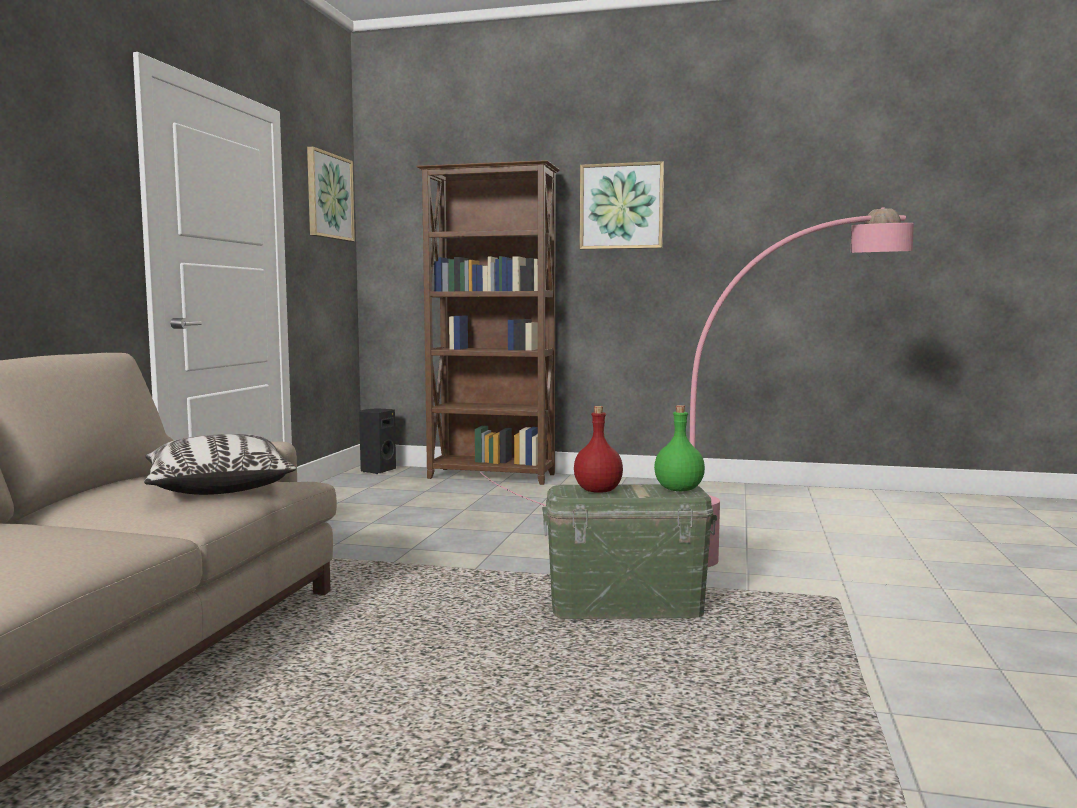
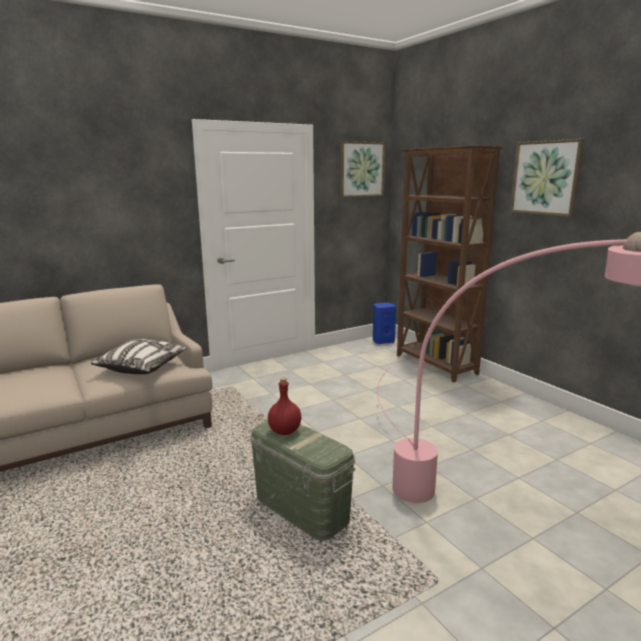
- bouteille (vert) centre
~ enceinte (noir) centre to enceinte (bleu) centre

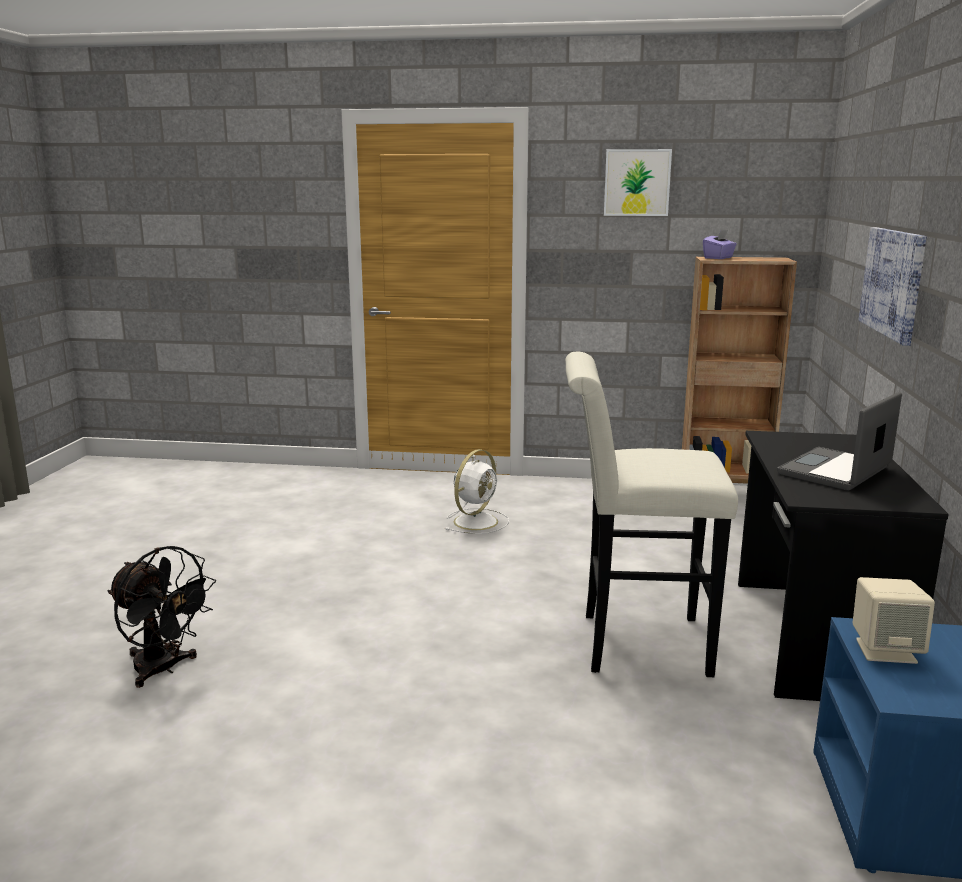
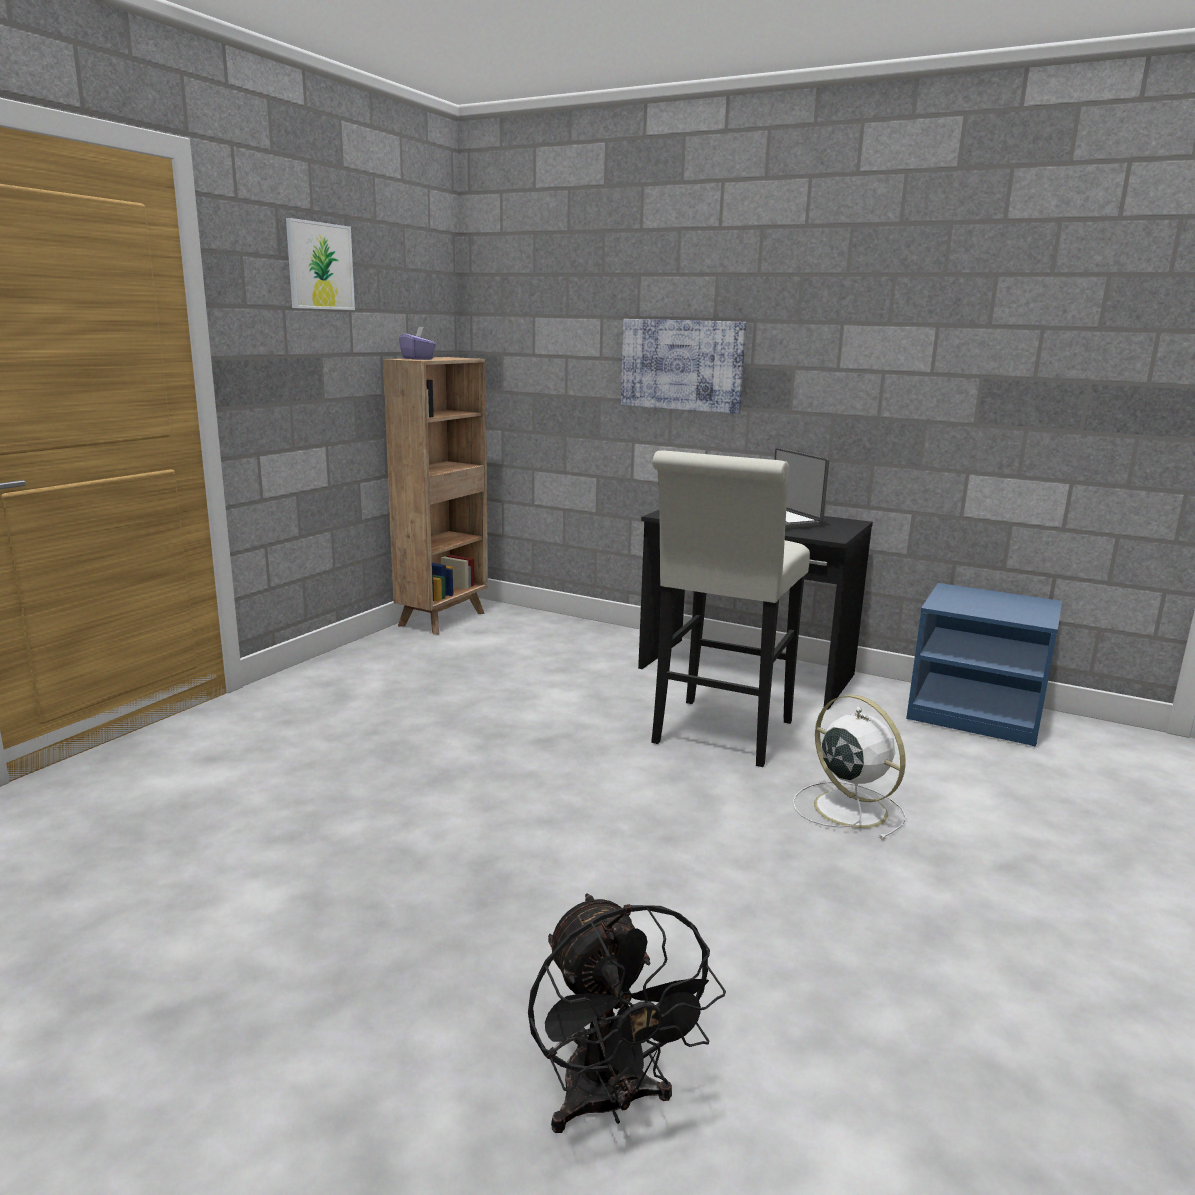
- enceinte (beige) bottom right
~ ventilateur (blanc) centre to middle right
~ ventilateur (noir) bottom left = bottom centre 105 degrees clockwise

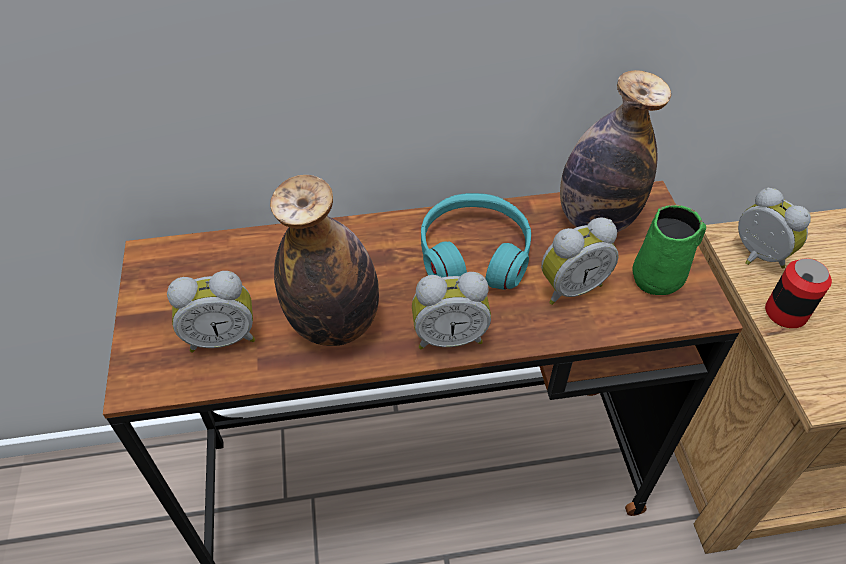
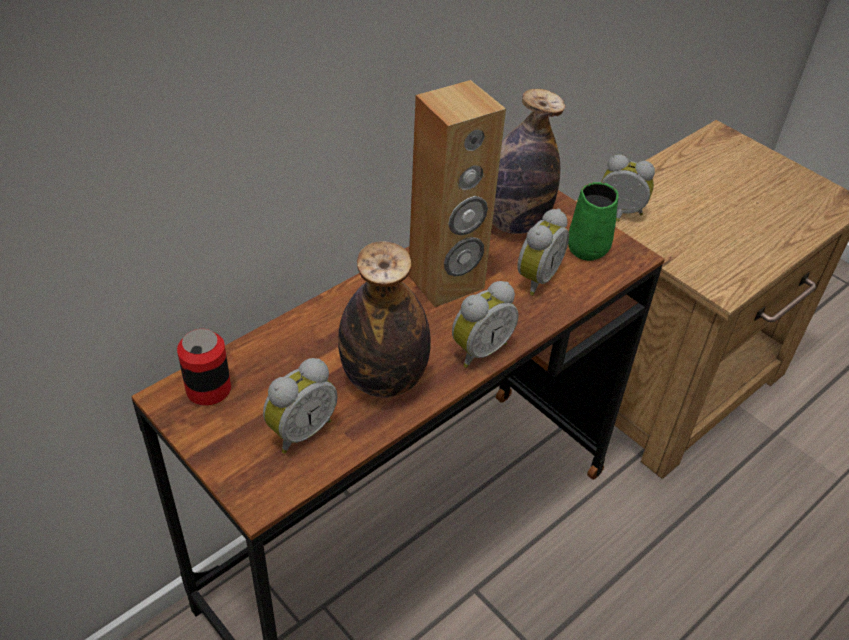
~ boîte métallique middle right to middle left
~ casque audio (turquoise) centre to enceinte (marron) top centre

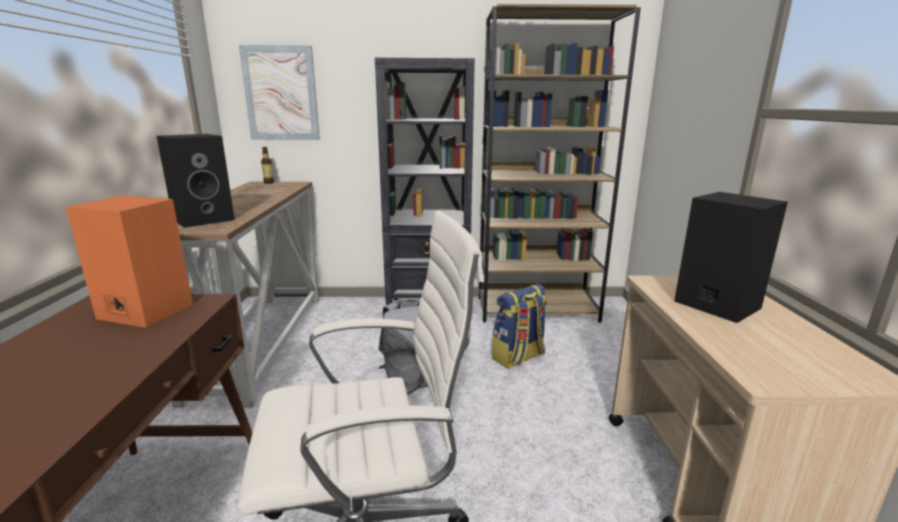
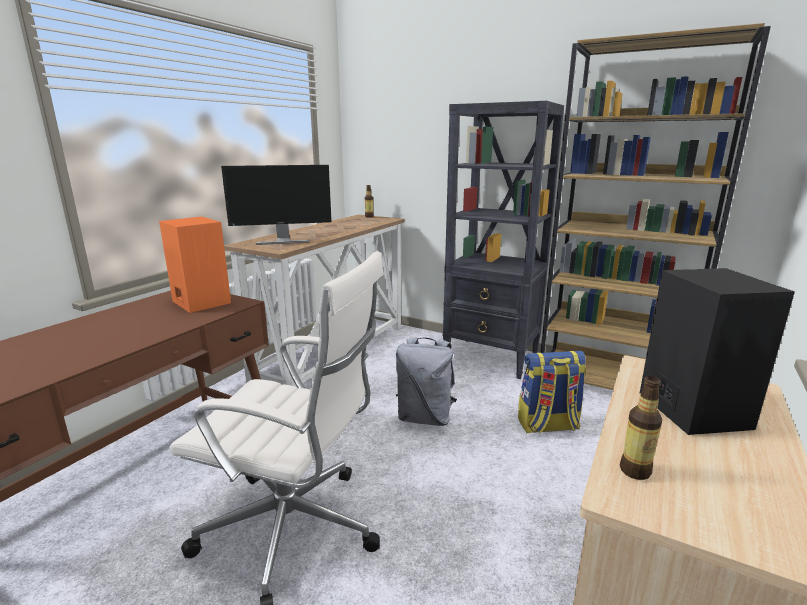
- tableau top left
+ bouteille (no. 2 from left) bottom right
~ enceinte (noir) (no. 1 from left) middle left to écran d'ordinateur centre

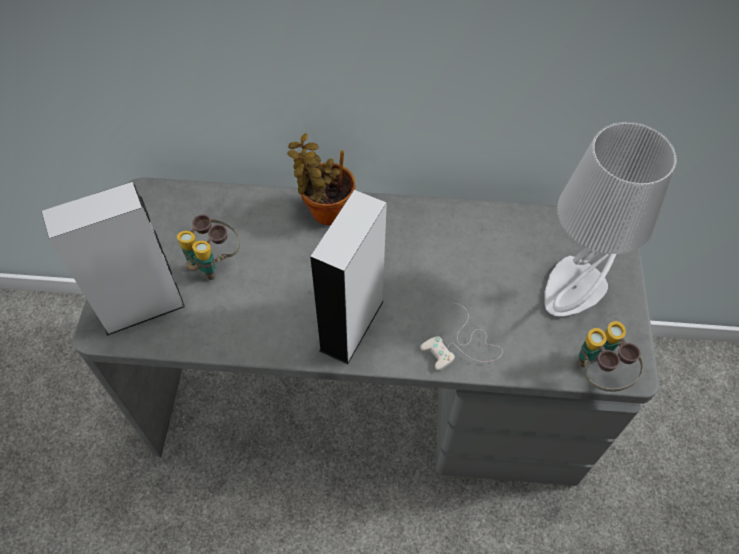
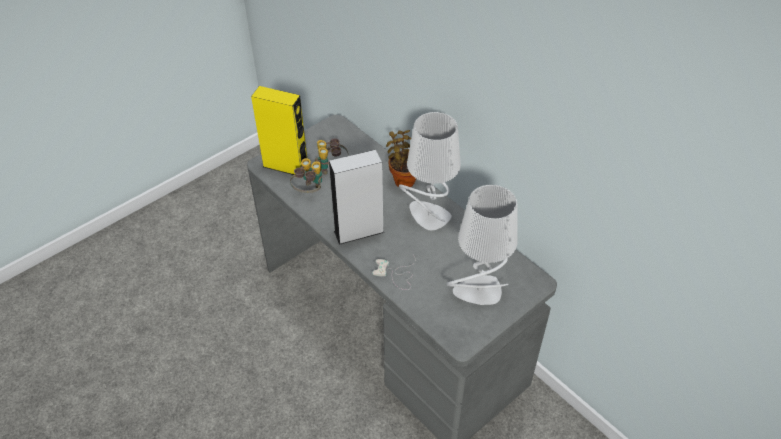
+ lampe de table (gris) (no. 1 from left) centre
~ jumelles (no. 2 from left in the first image) middle right to jumelles (no. 1 from left) centre
~ enceinte (gris) (no. 1 from left) middle left to enceinte (jaune) top centre

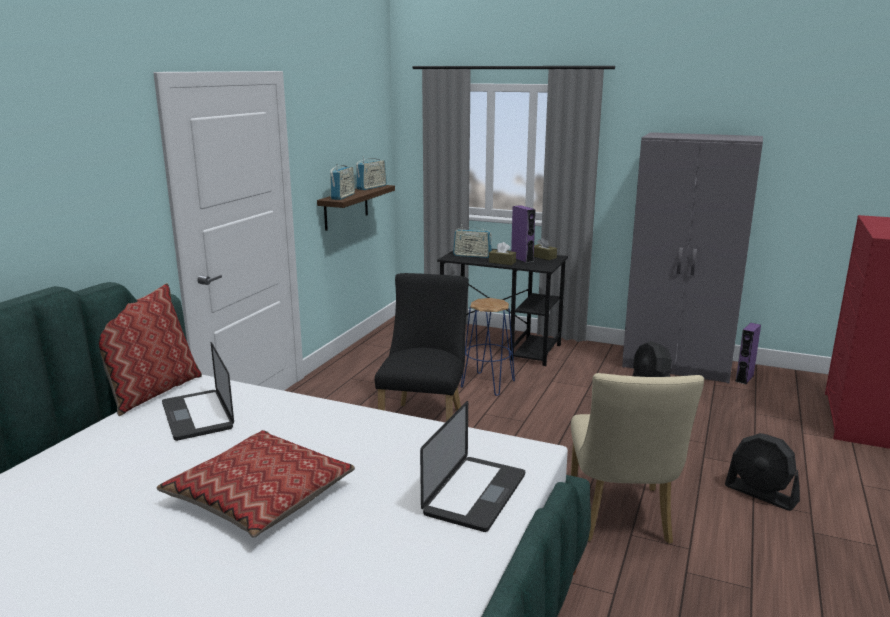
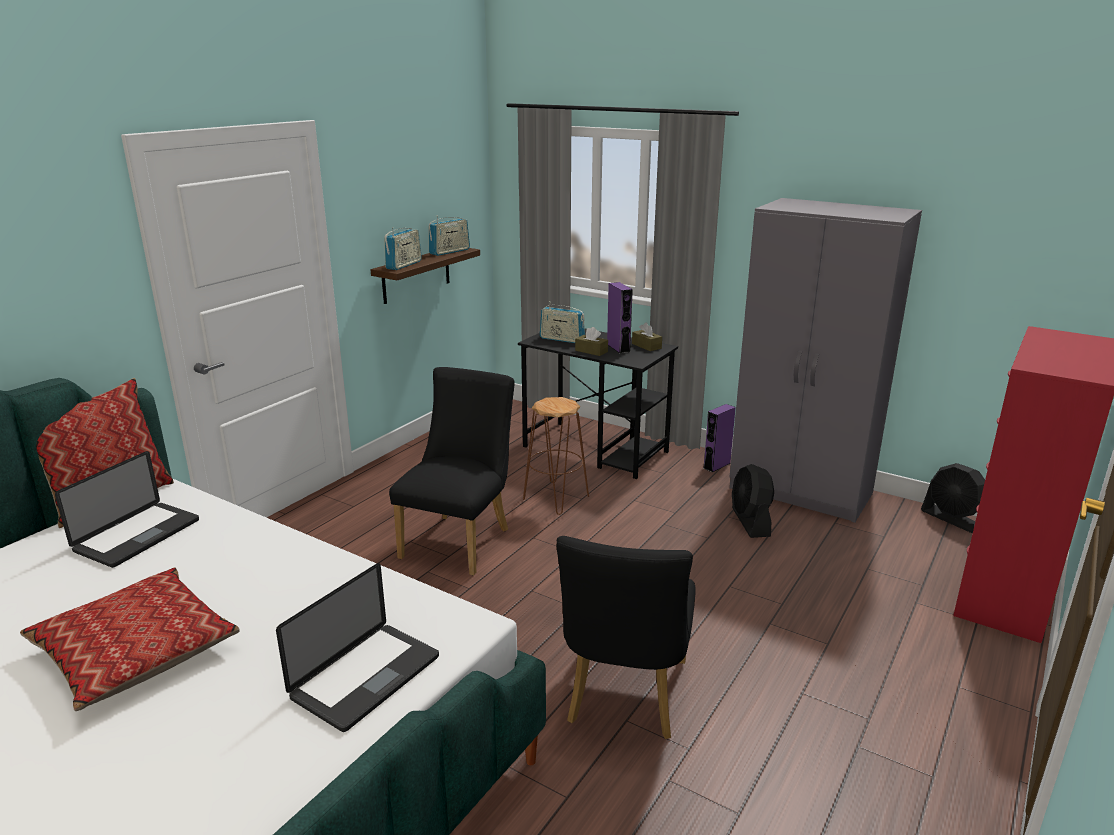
~ ventilateur (noir) (no. 2 from left) bottom right to middle right
~ enceinte (violet) (no. 2 from left) middle right to centre
~ tabouret (bleu) centre to tabouret (marron) centre
~ chaise (beige) bottom right to chaise (noir) (no. 2 from left) bottom centre
~ ordinateur portable (no. 1 from left) middle left = middle left 135 degrees counterclockwise

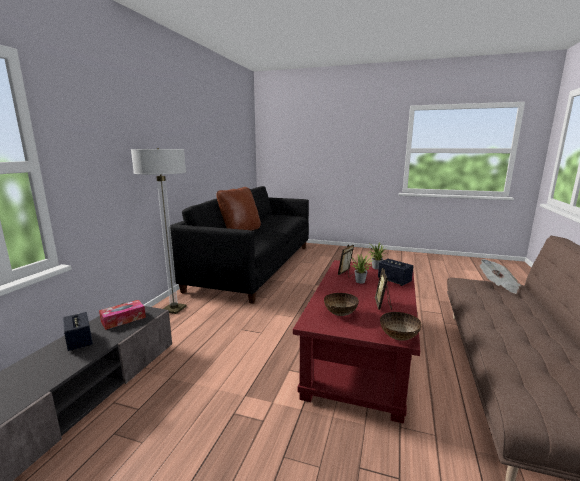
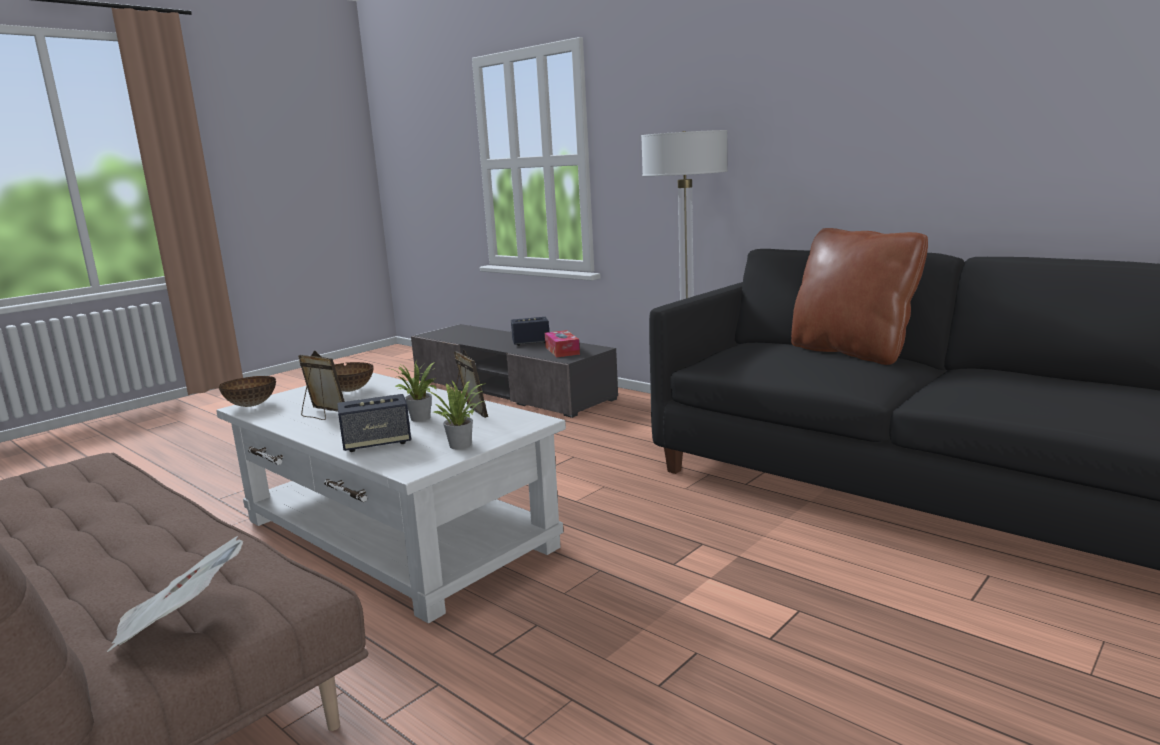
~ table basse (rouge) bottom centre to table basse (blanc) bottom centre

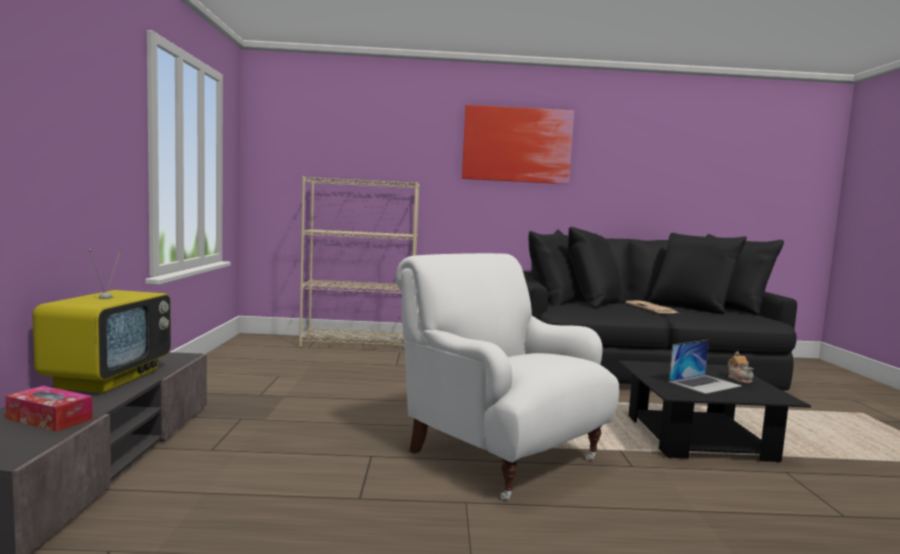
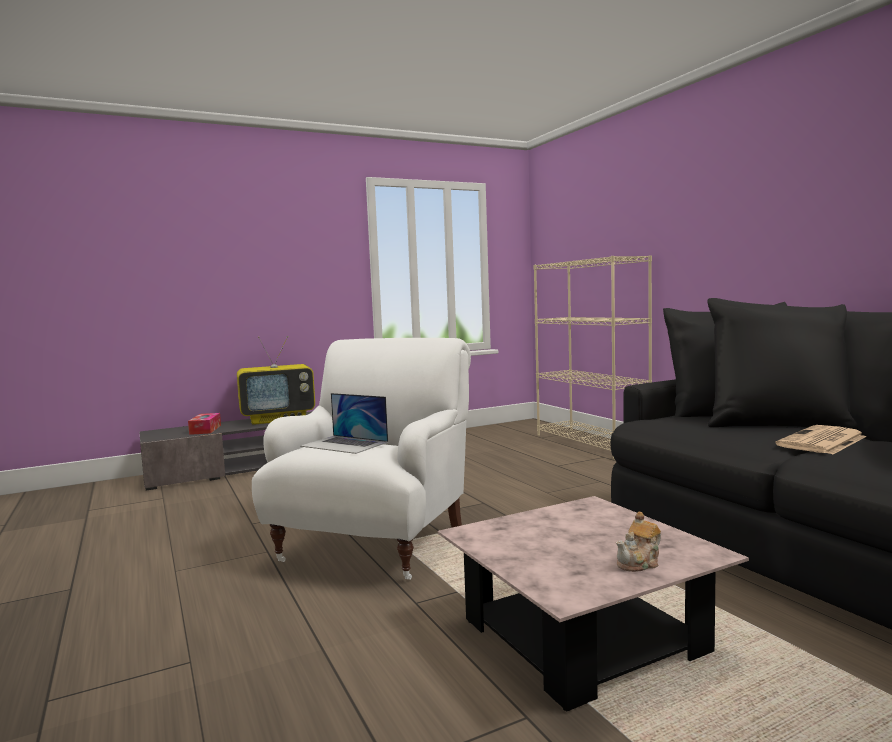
- tableau top centre
~ ordinateur portable middle right to centre
~ table basse (noir) bottom right to table basse (rose) bottom centre

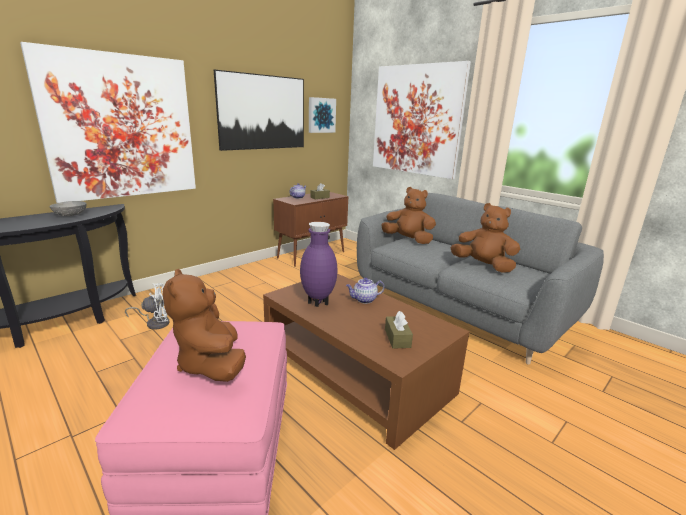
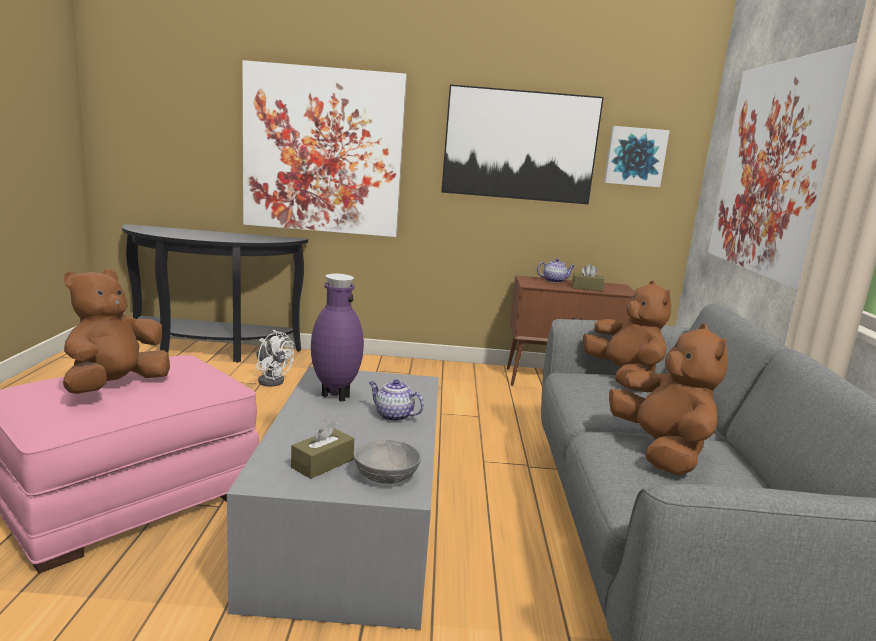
~ bol (gris) middle left to bottom centre
~ table basse (marron) bottom centre to table basse (gris) bottom centre

